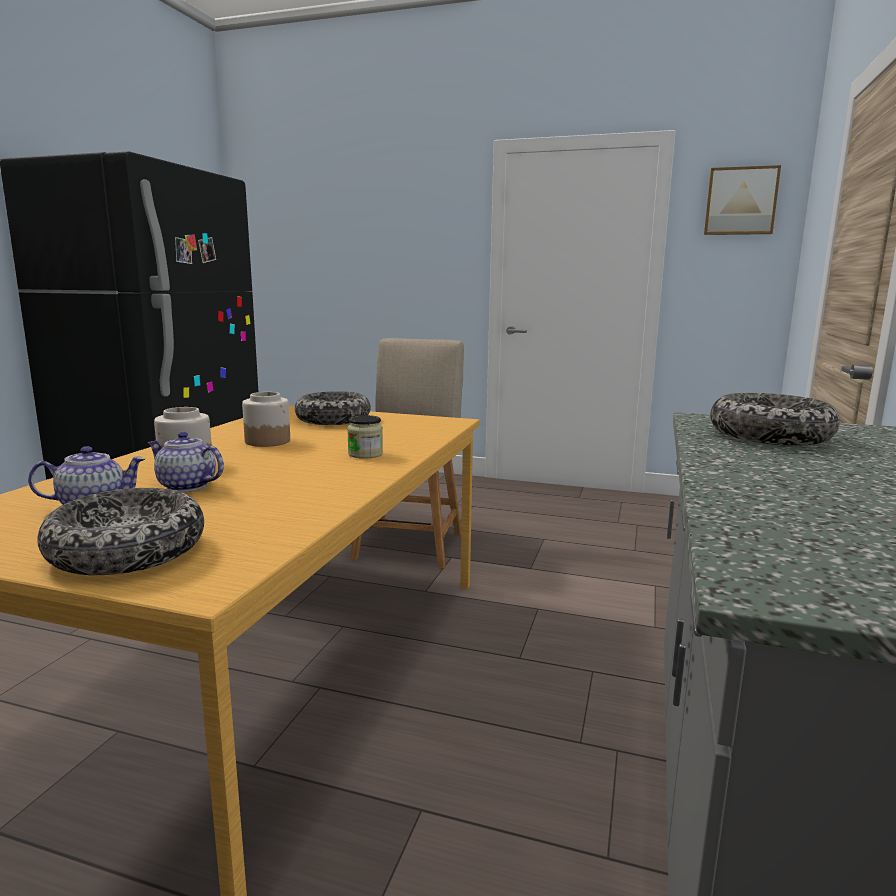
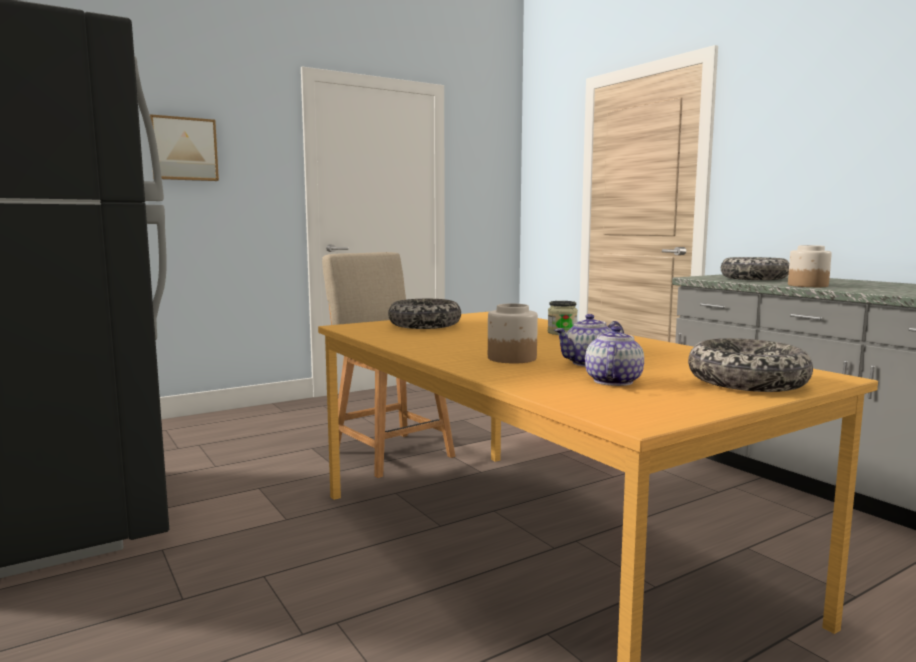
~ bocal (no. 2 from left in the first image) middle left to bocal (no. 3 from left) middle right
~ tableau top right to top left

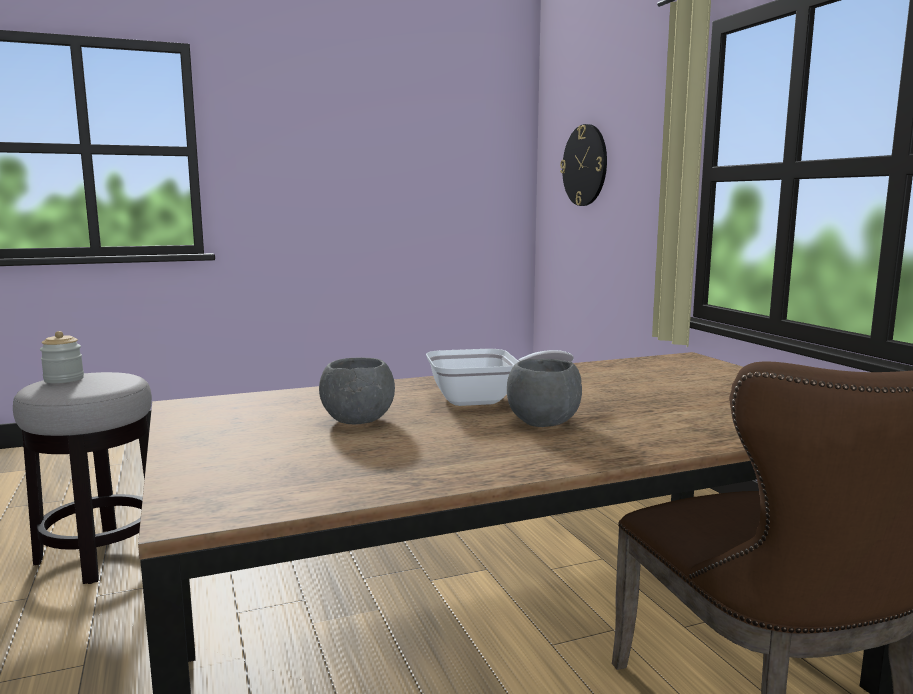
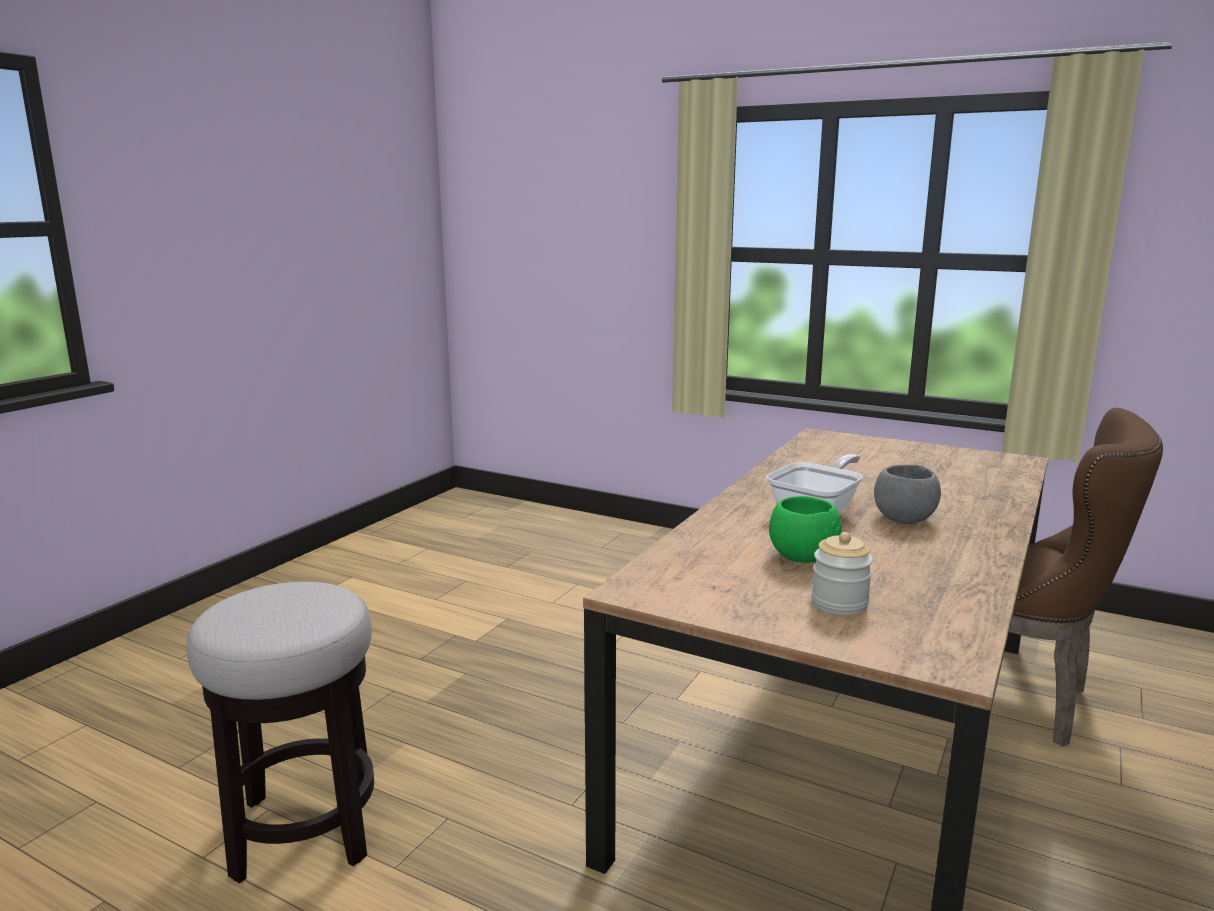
- horloge murale top centre
~ bocal middle left to middle right
~ bol (gris) (no. 1 from left) centre to bol (vert) centre

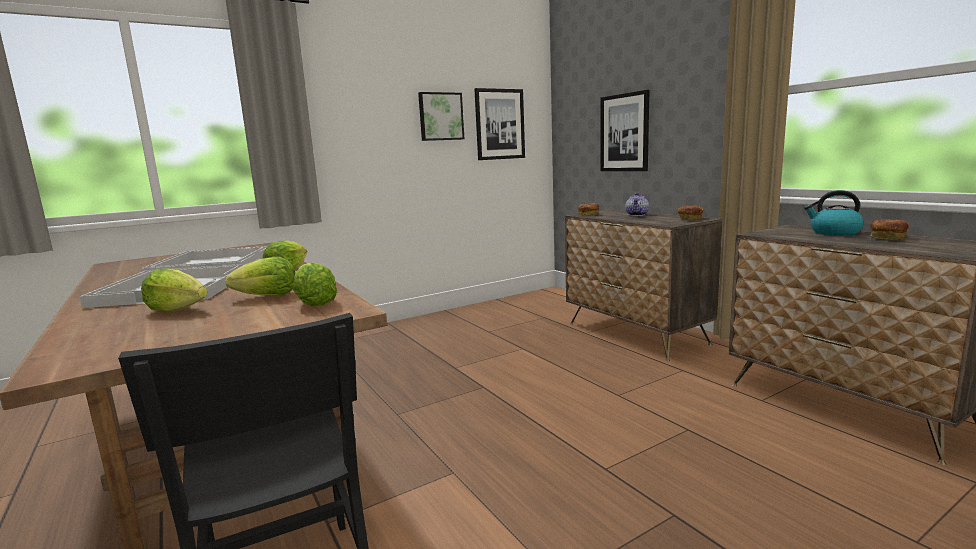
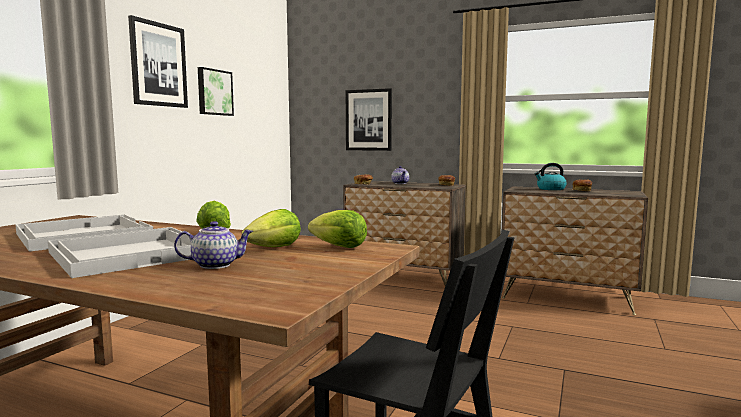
~ tableau (no. 2 from left in the first image) top centre to tableau (no. 1 from left) top left
~ laitue (no. 1 from left) middle left to théière (no. 1 from left) middle left

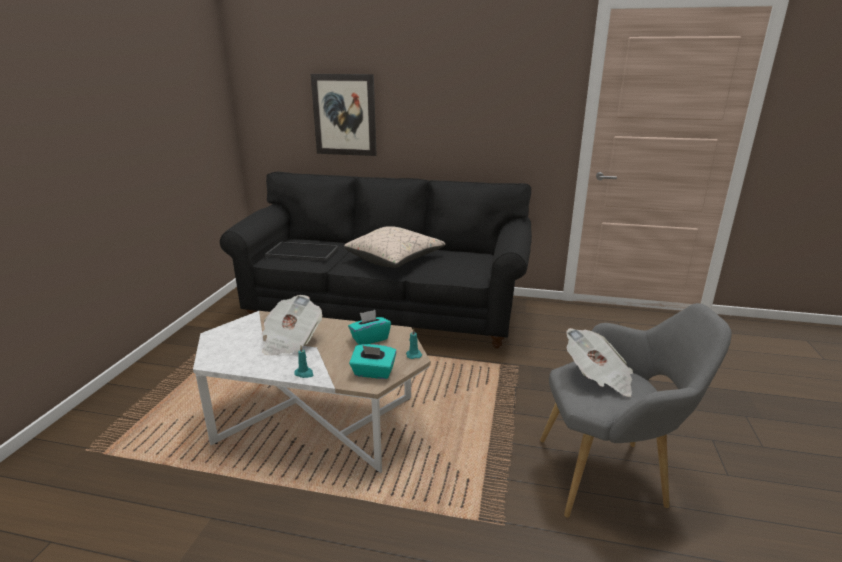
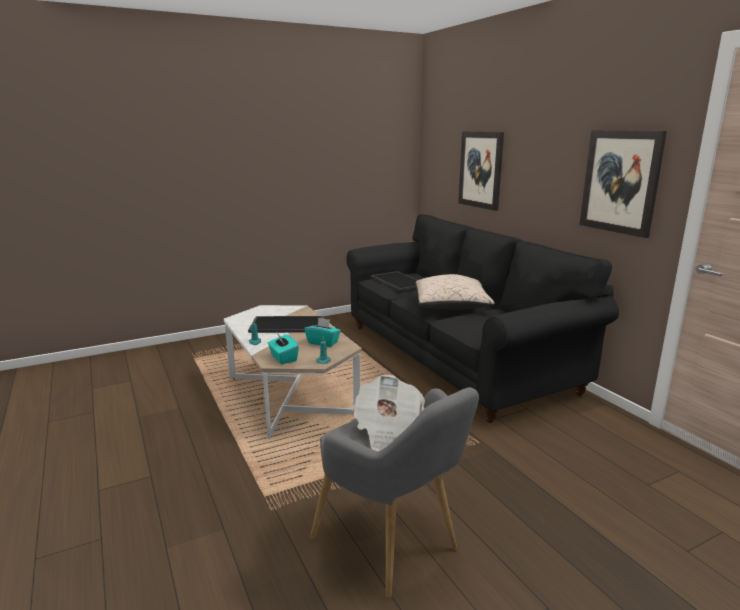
+ tableau (no. 2 from left) top right
~ journal (no. 1 from left) centre to plateau (no. 1 from left) centre

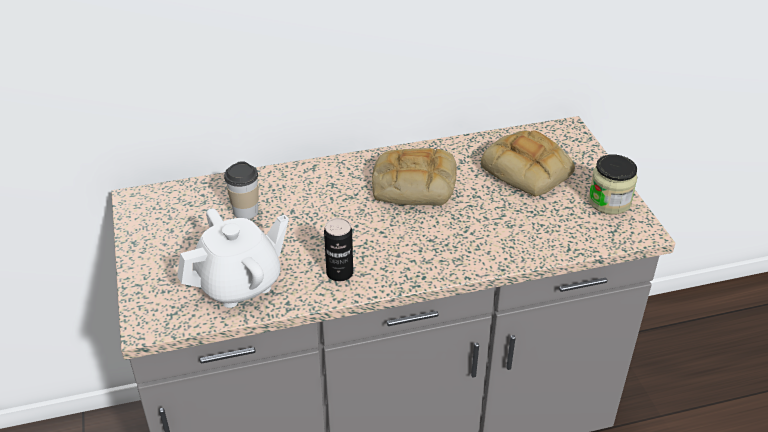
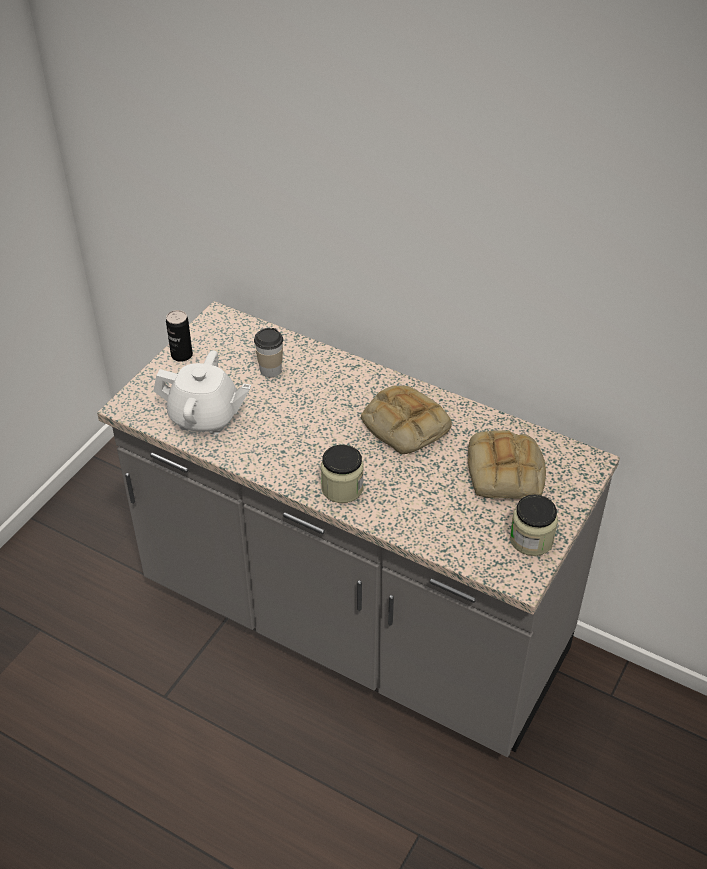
+ bocal (no. 1 from left) centre
~ boîte métallique centre to middle left

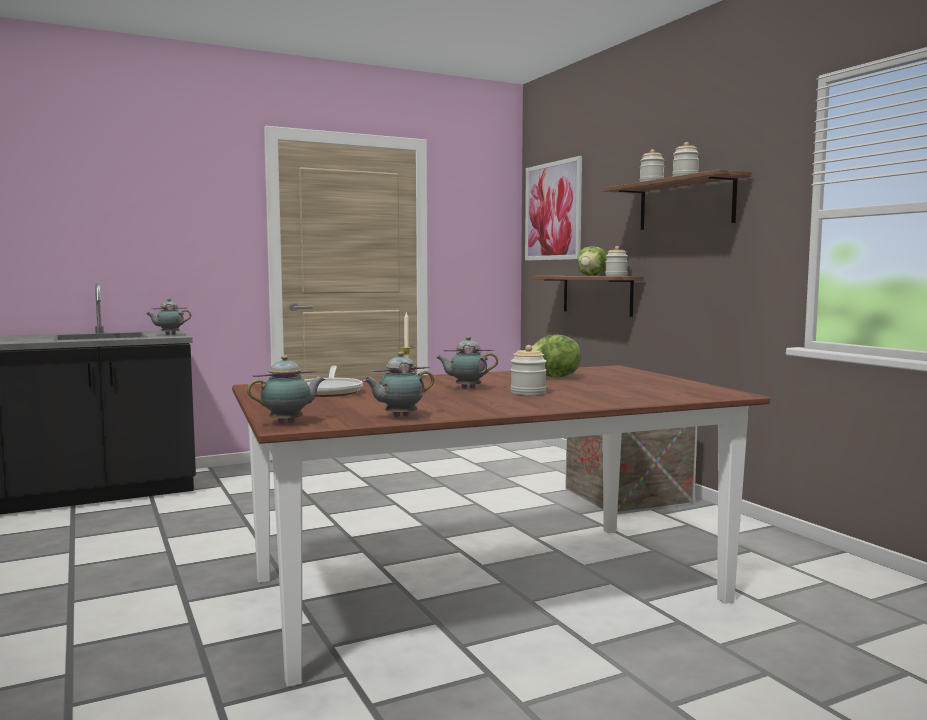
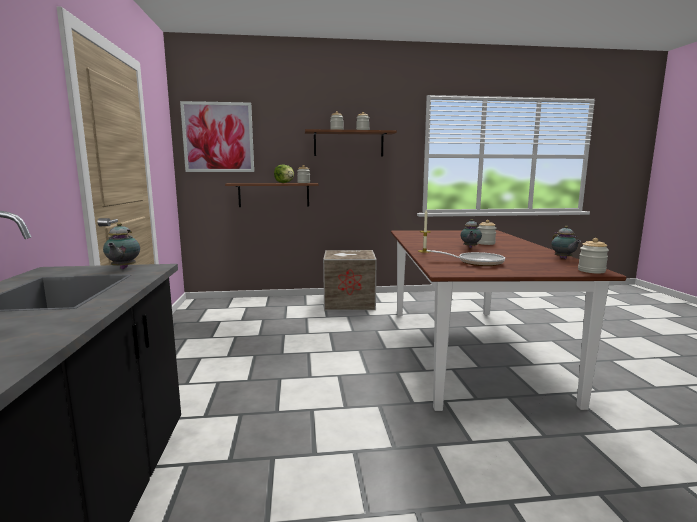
- laitue (no. 1 from left) centre
~ théière (no. 2 from left) middle left to bocal (no. 5 from left) middle right

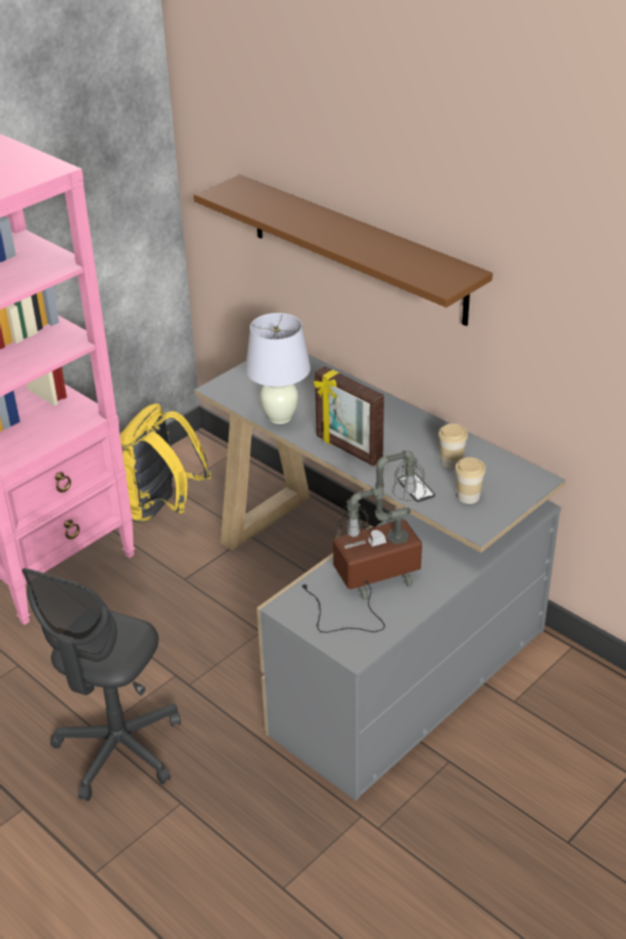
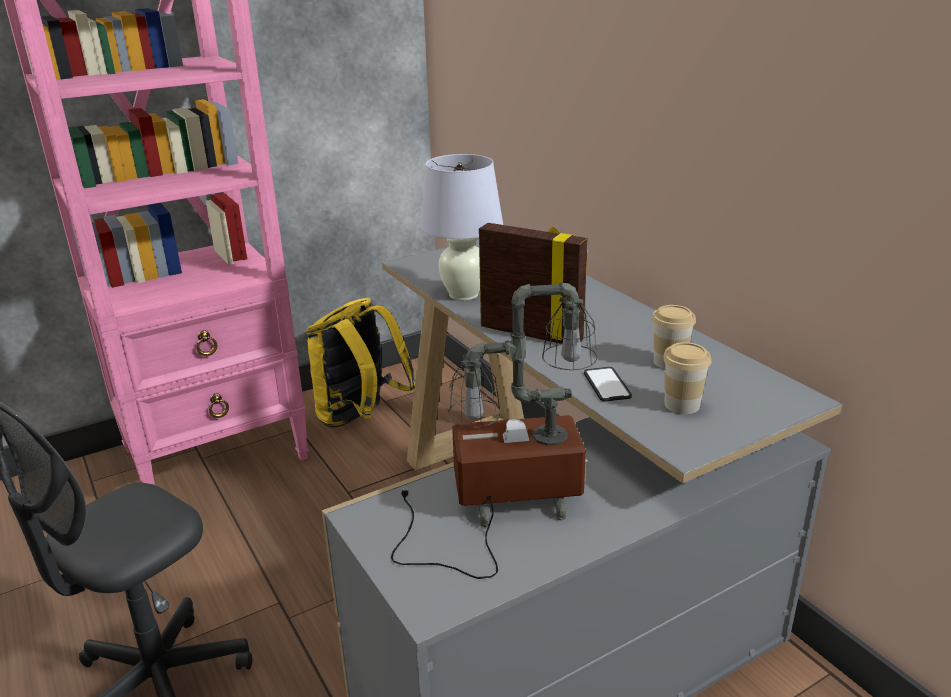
- étagère (marron) top centre
~ cadre photo centre = centre 150 degrees clockwise

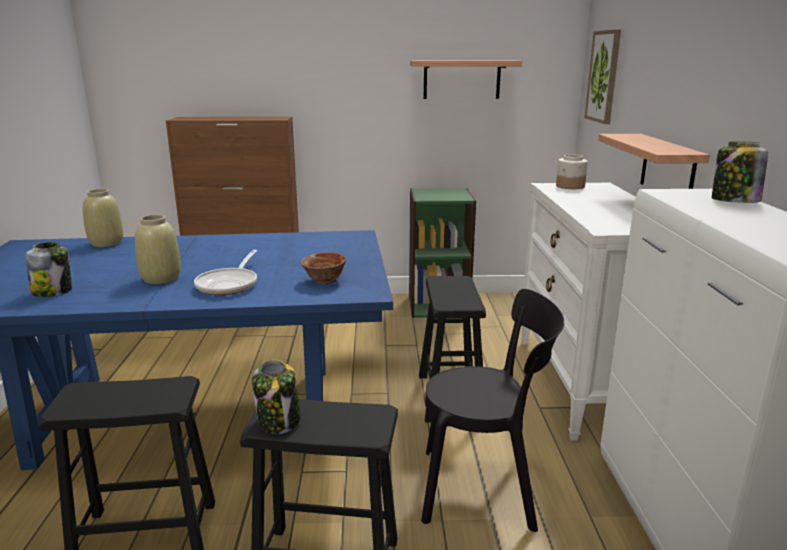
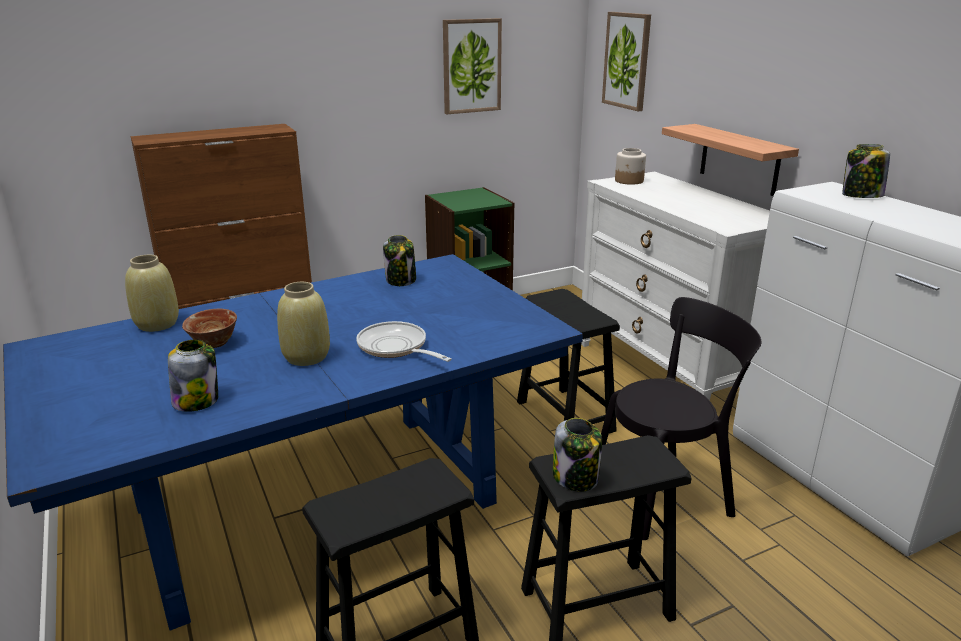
+ bocal (no. 2 from left) centre
~ bol centre to middle left
~ étagère (no. 1 from left) top centre to tableau (no. 1 from left) top centre
~ poêle middle left = centre 150 degrees clockwise

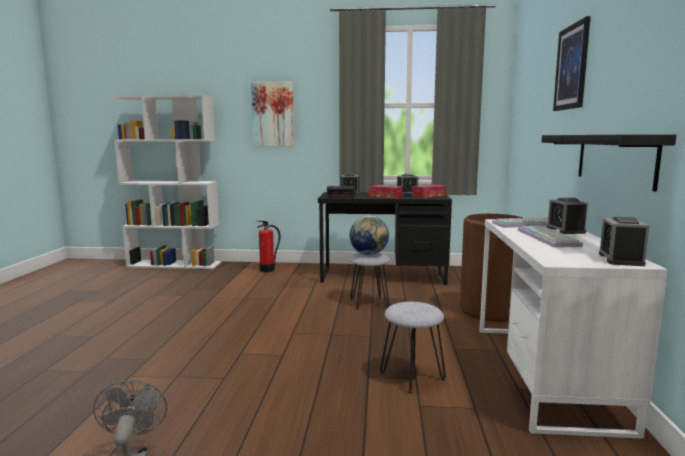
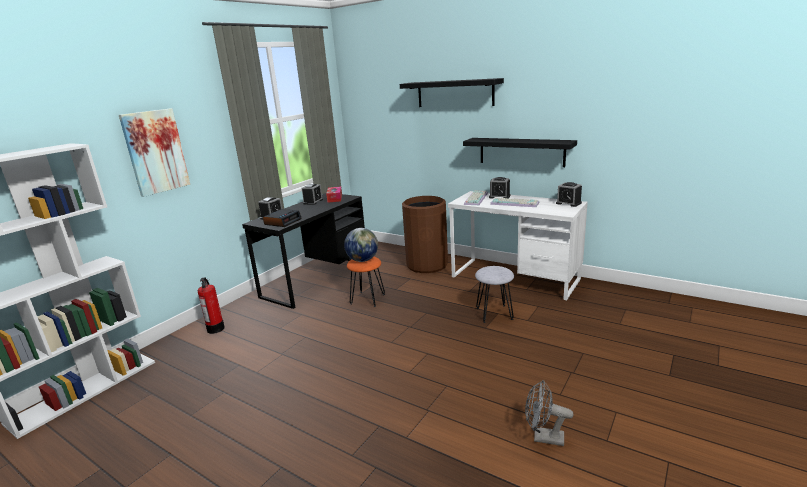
- boîte à mouchoirs (no. 1 from left) centre
~ tableau (no. 2 from left) top right to étagère (noir) (no. 1 from left) top centre
~ tabouret (gris) (no. 1 from left) centre to tabouret (orange) centre

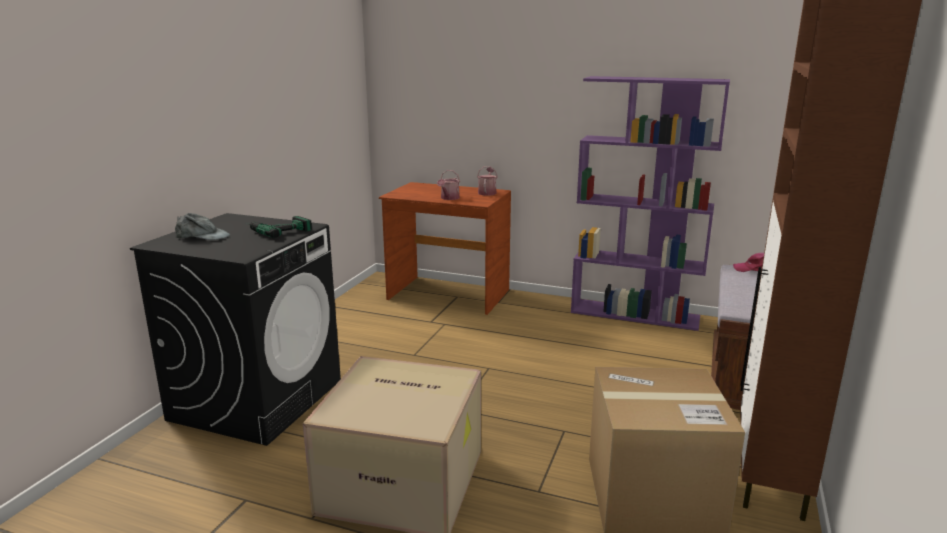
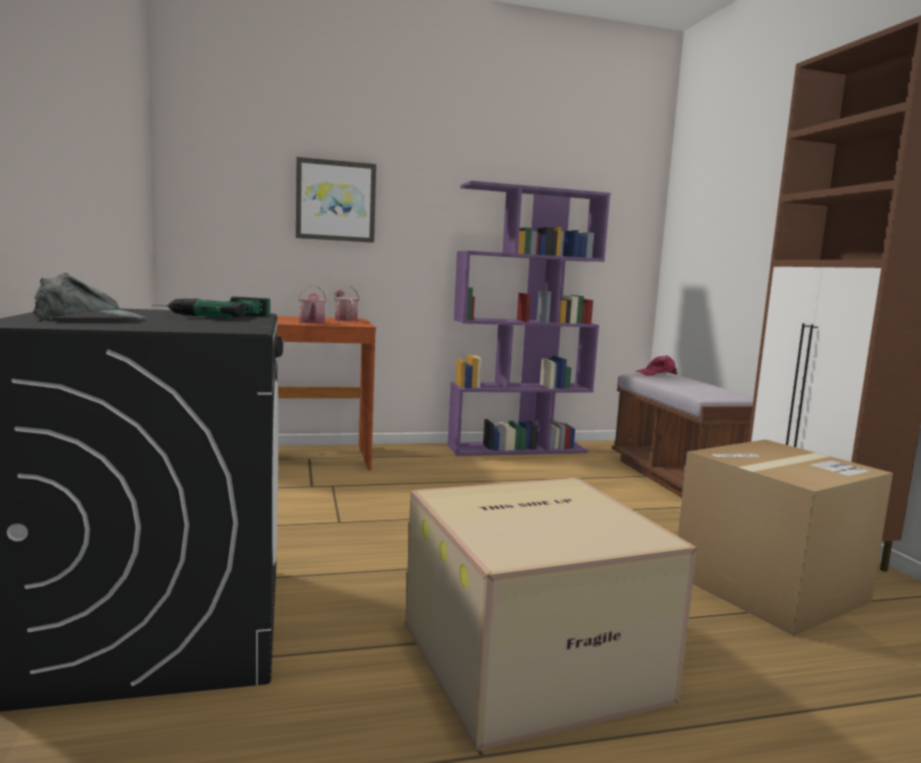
+ tableau top centre

